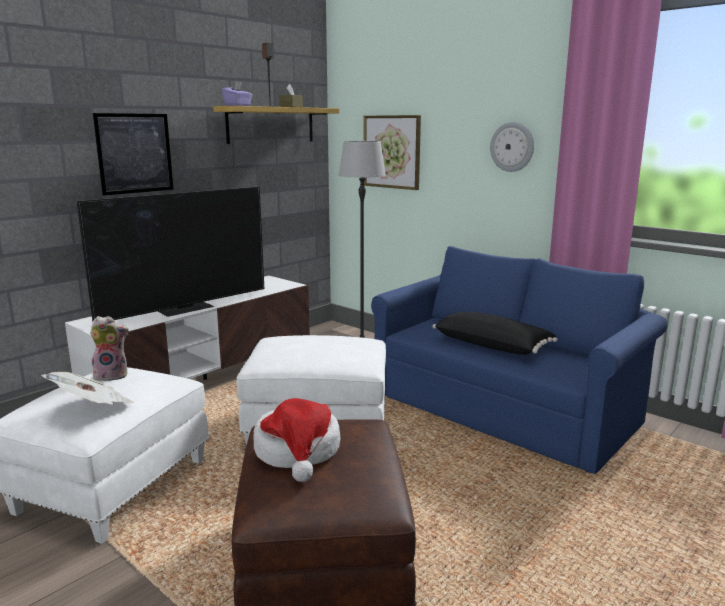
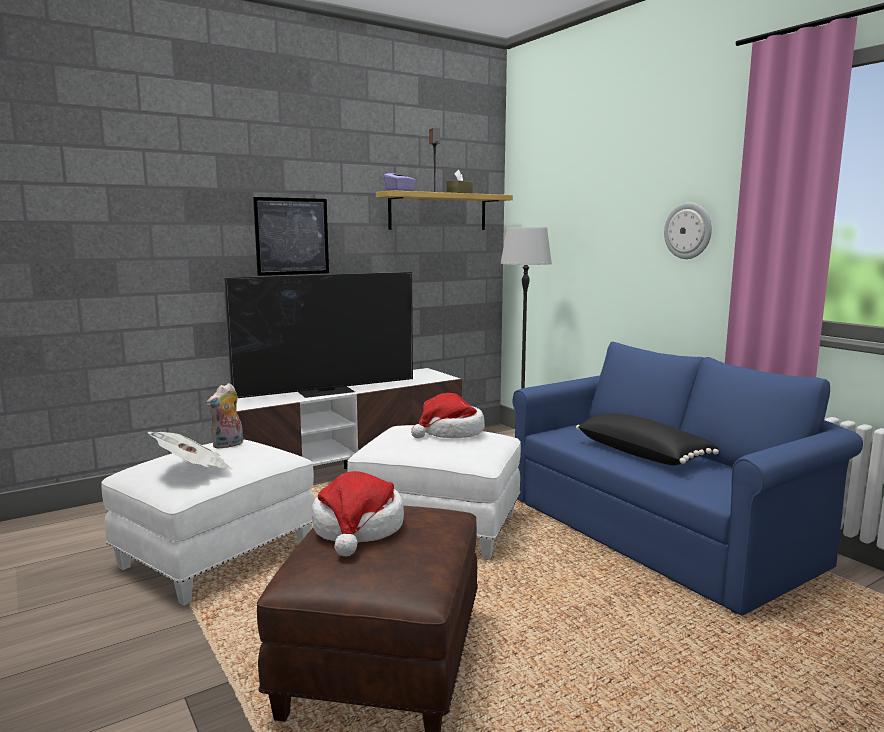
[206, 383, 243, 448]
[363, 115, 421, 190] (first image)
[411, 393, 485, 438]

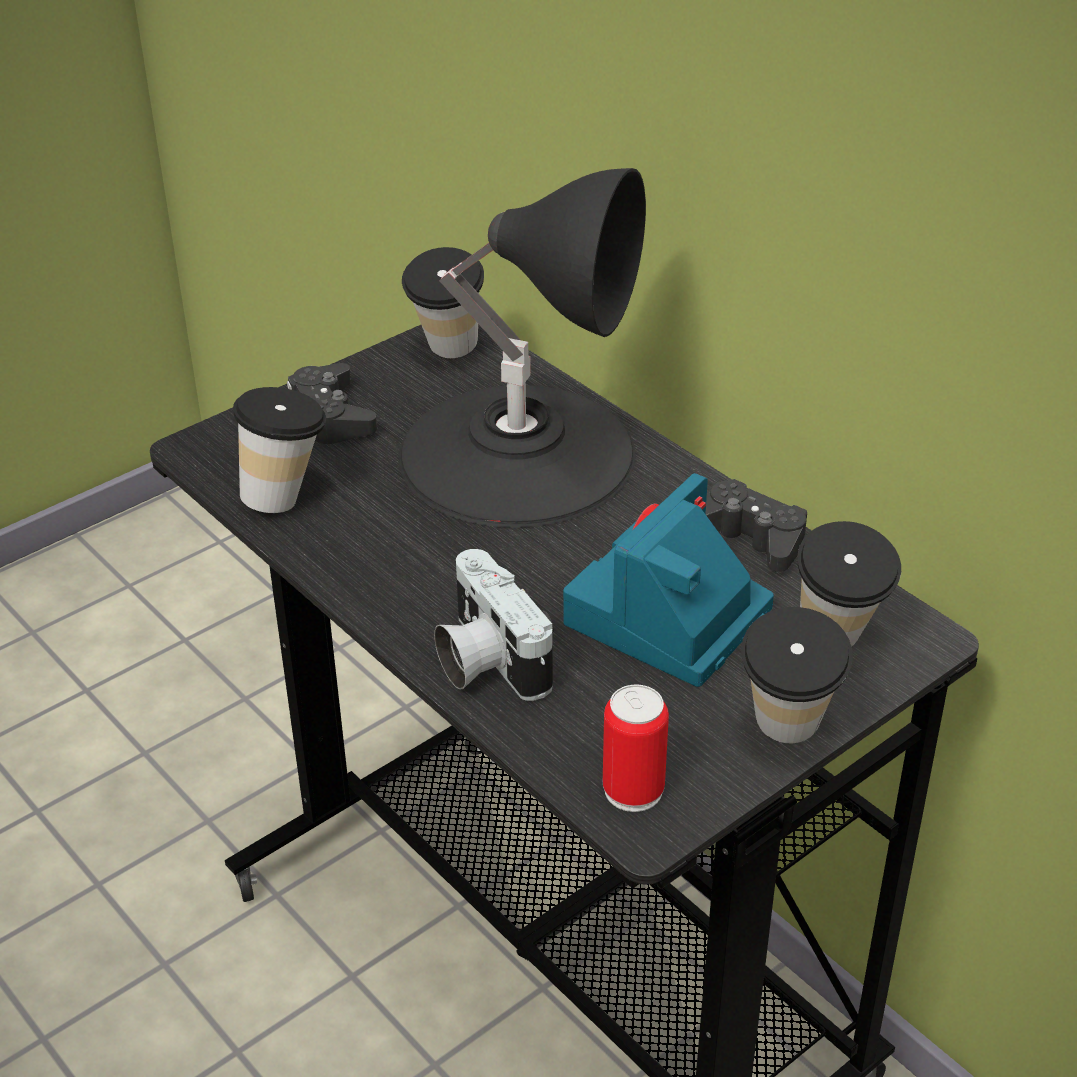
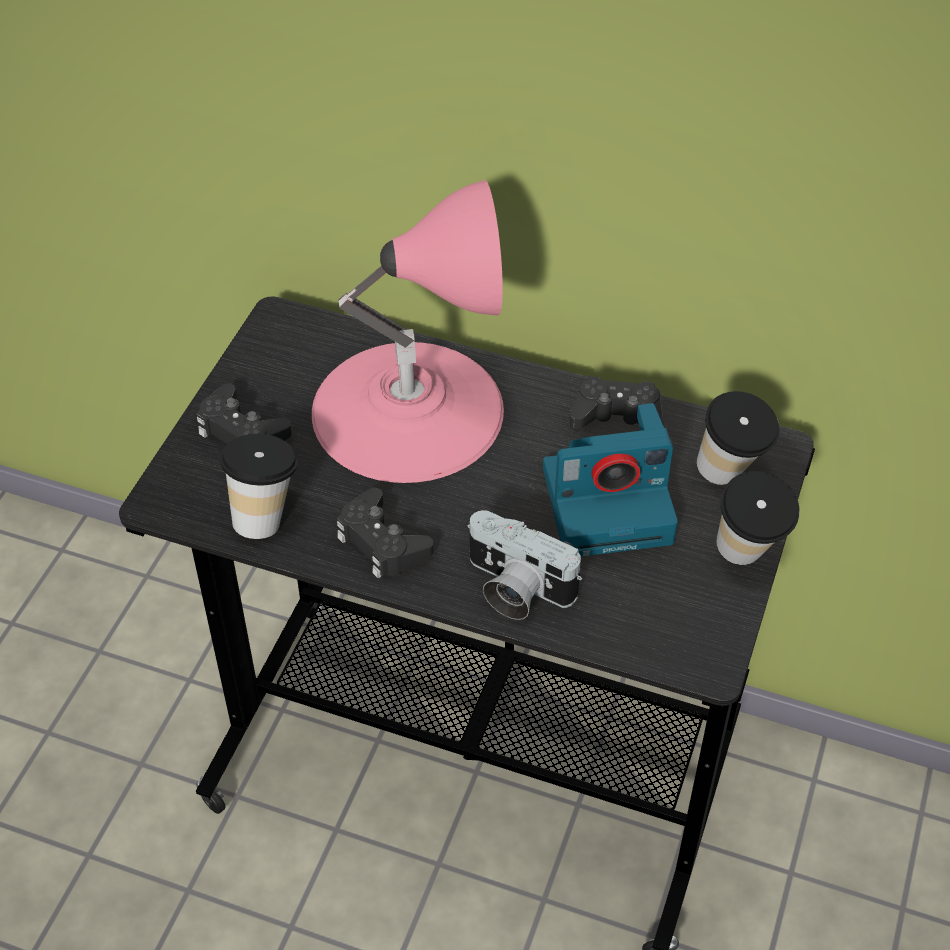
[312, 180, 504, 483]
[402, 247, 484, 358] (first image)
[543, 403, 678, 557]
[603, 685, 669, 812] (first image)
[337, 488, 434, 578]

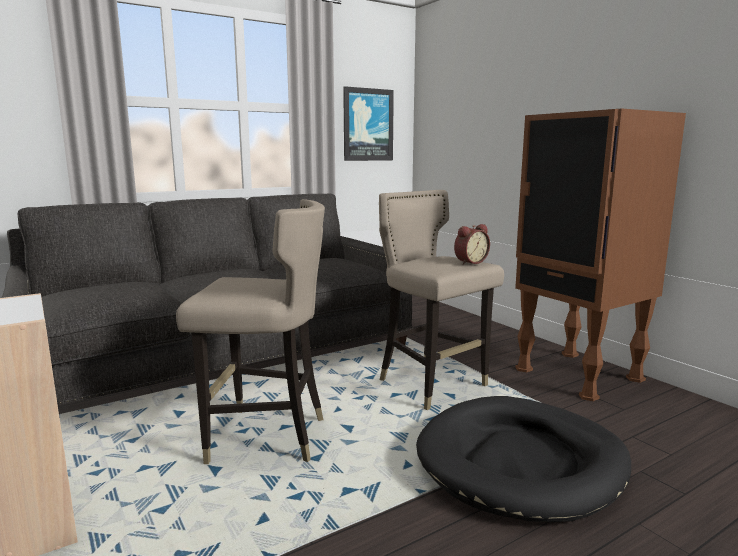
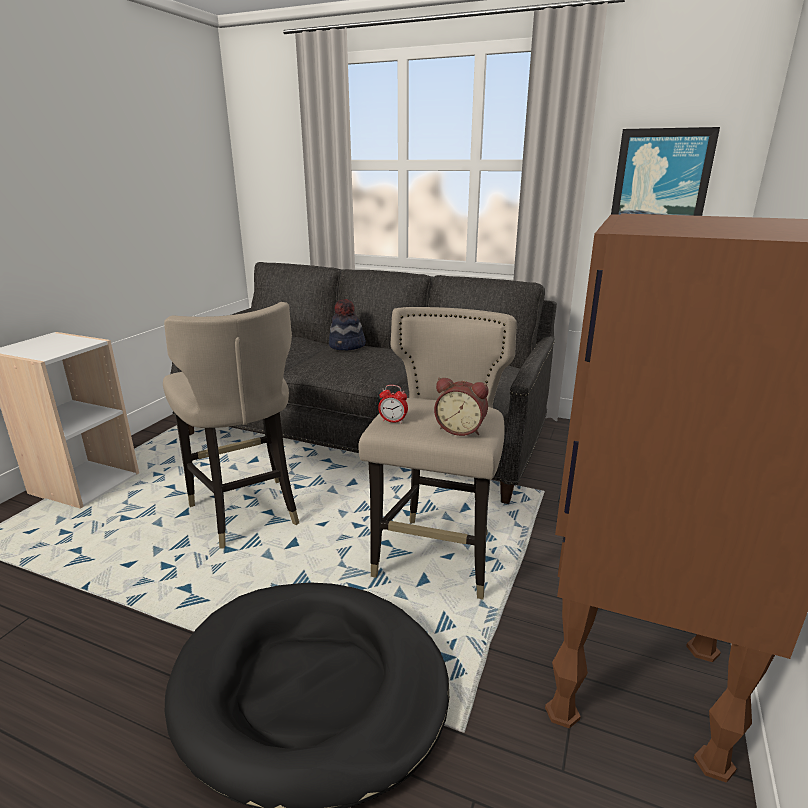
[329, 299, 366, 350]
[378, 385, 408, 424]

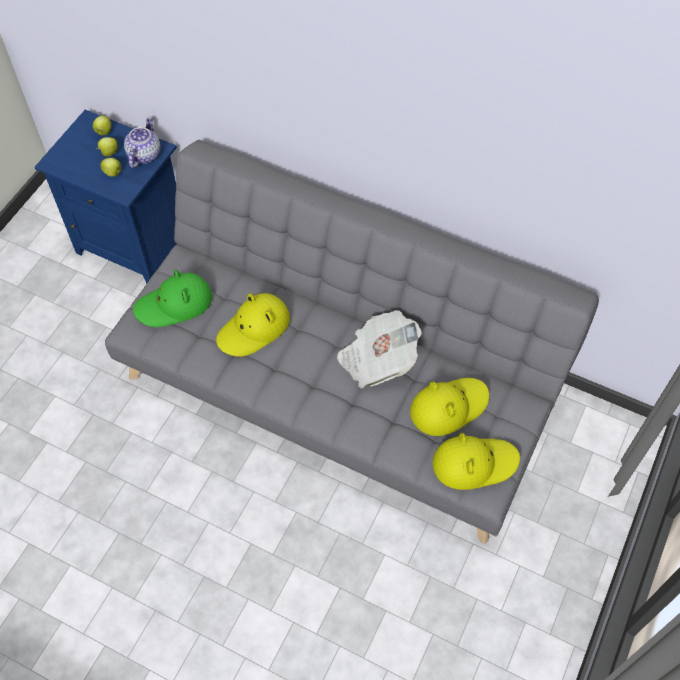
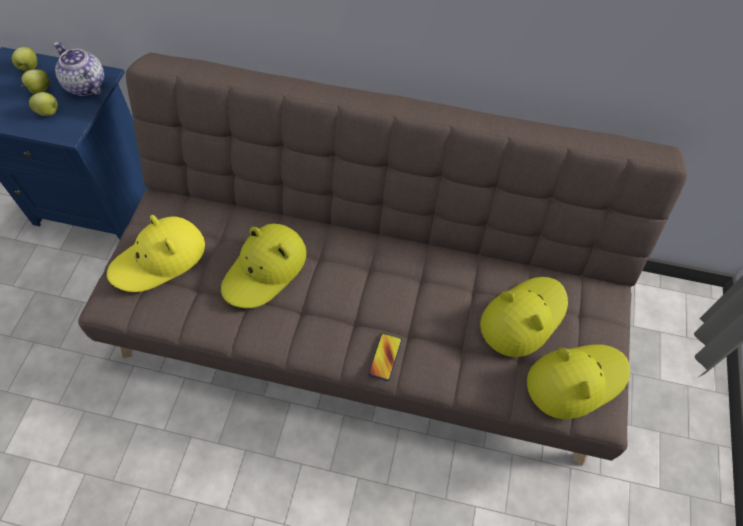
[78, 53, 687, 465]
[54, 42, 104, 96]
[107, 215, 205, 292]
[337, 310, 422, 389] (first image)
[368, 333, 402, 381]

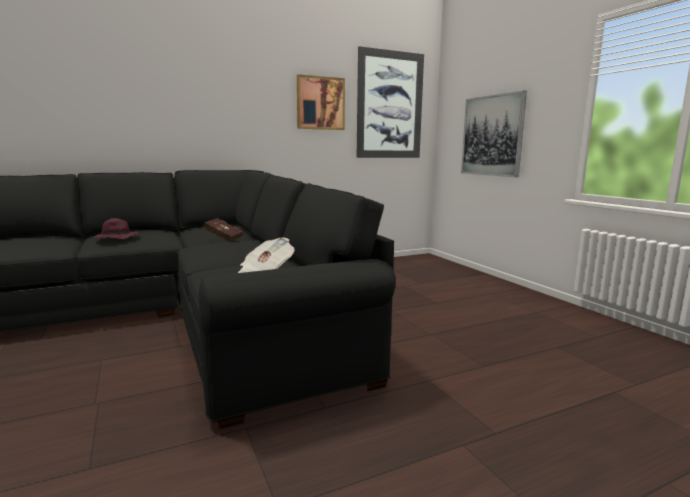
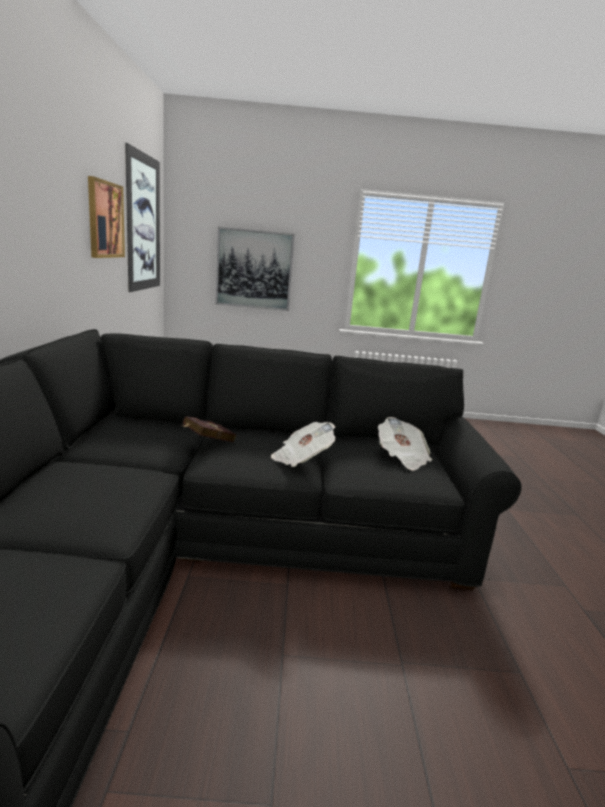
[93, 218, 139, 239] (first image)
[271, 422, 336, 467]

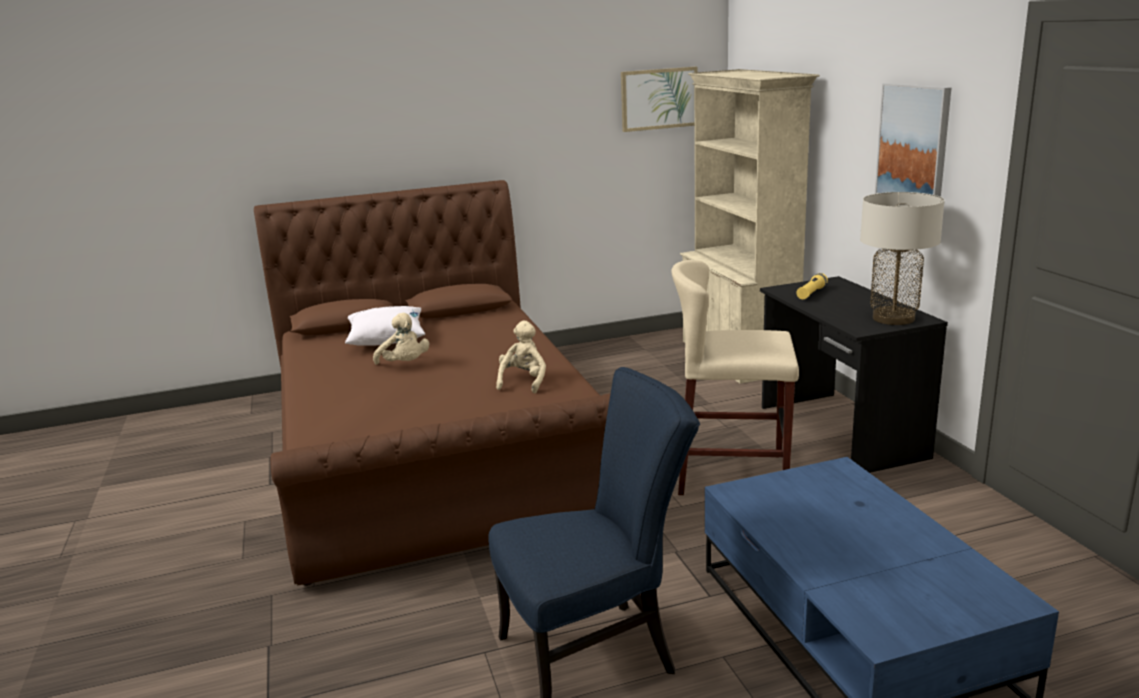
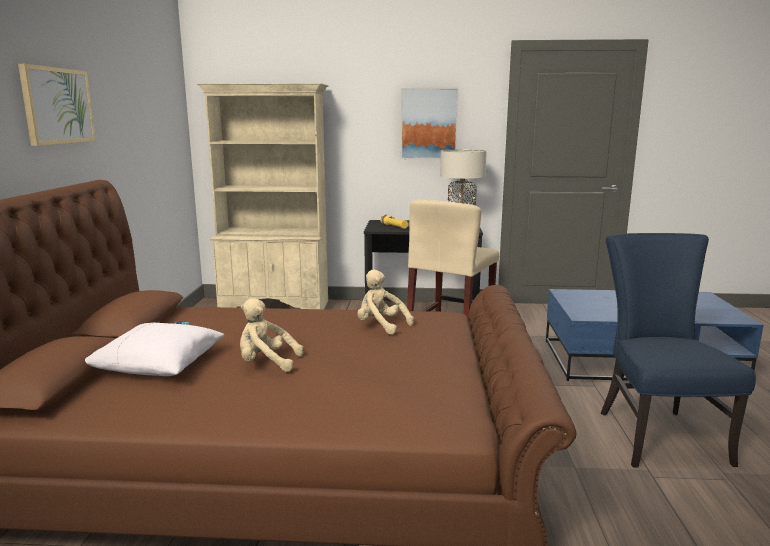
[240, 298, 304, 372]
[18, 64, 96, 146]

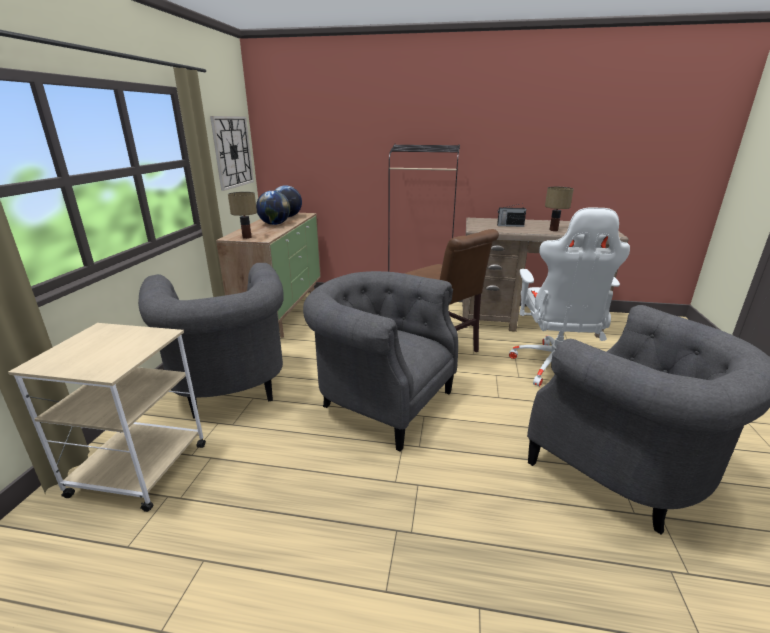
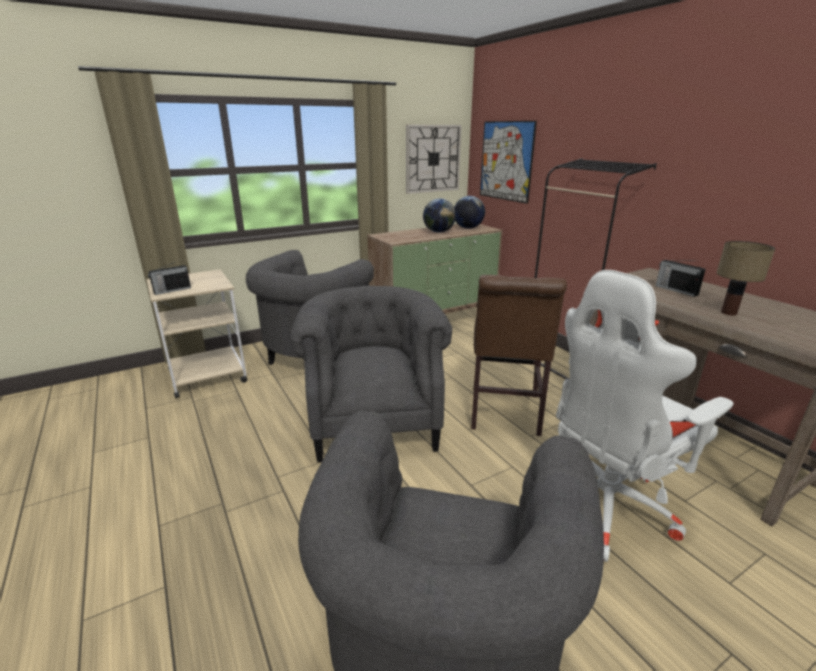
[228, 192, 257, 239] (first image)
[148, 260, 191, 295]
[480, 121, 537, 204]

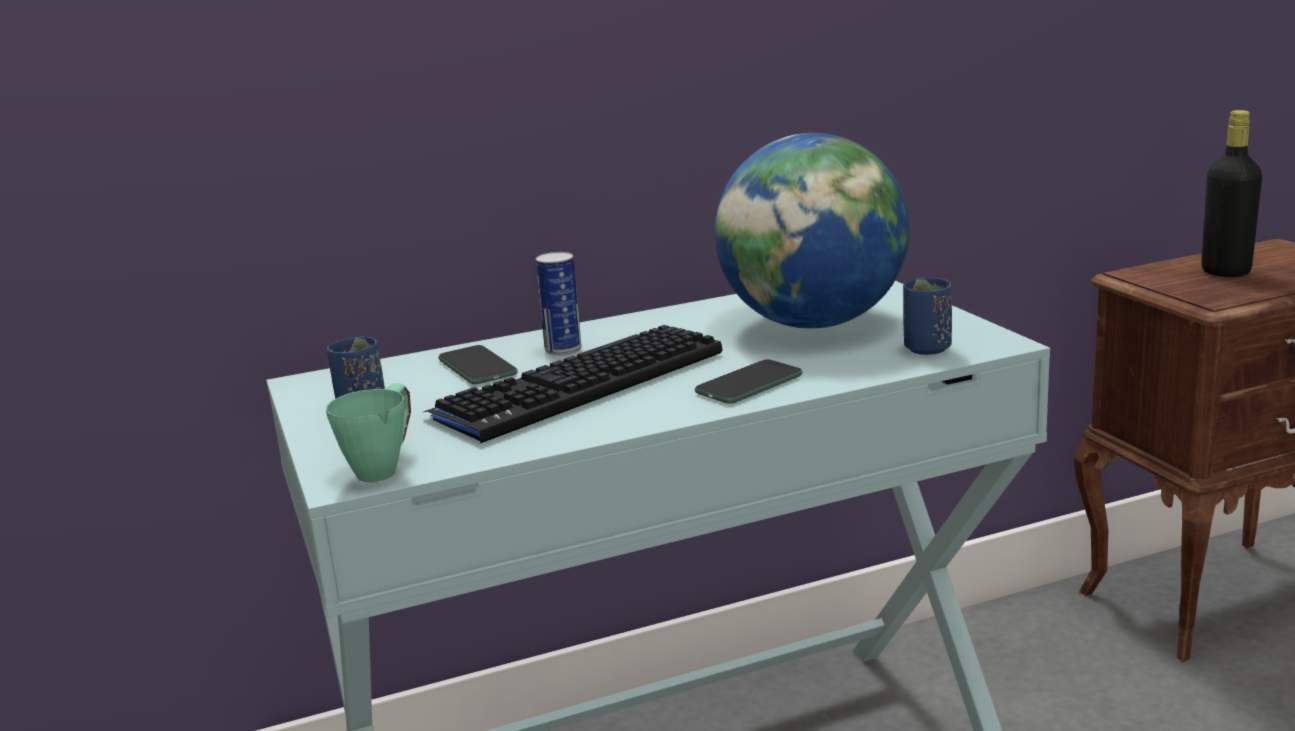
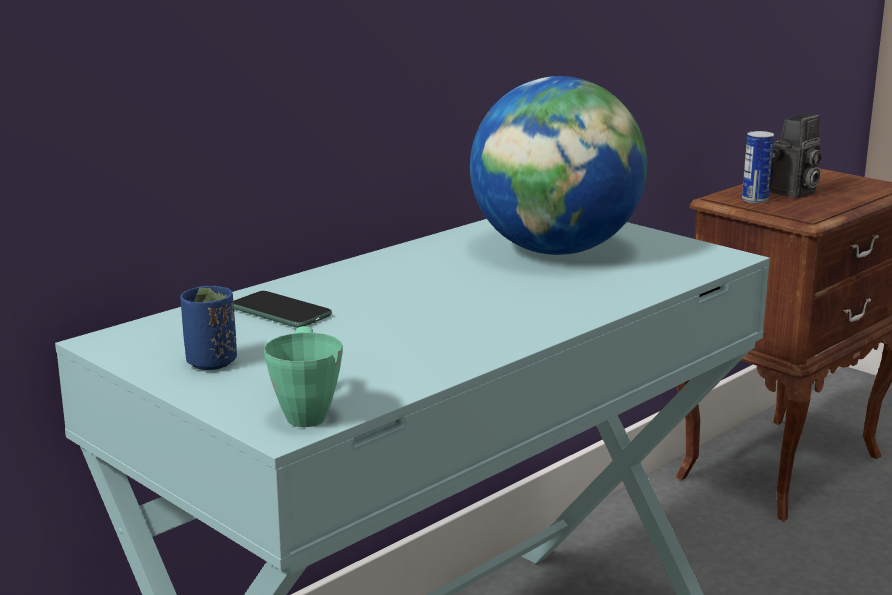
[424, 325, 723, 443] (first image)
[742, 131, 774, 204]
[695, 360, 803, 404] (first image)
[903, 278, 952, 355] (first image)
[769, 114, 822, 198]

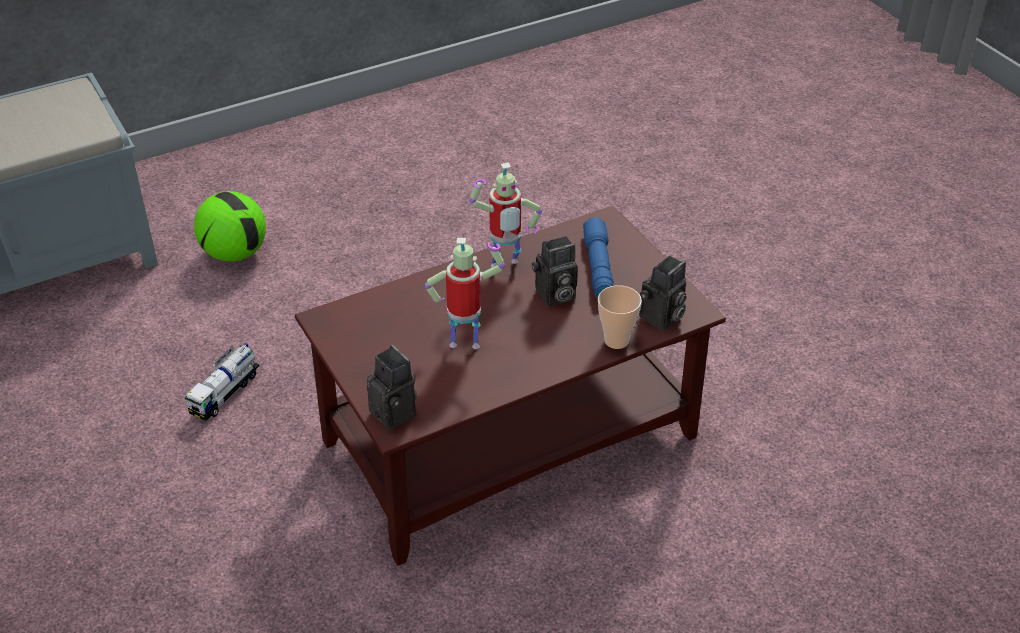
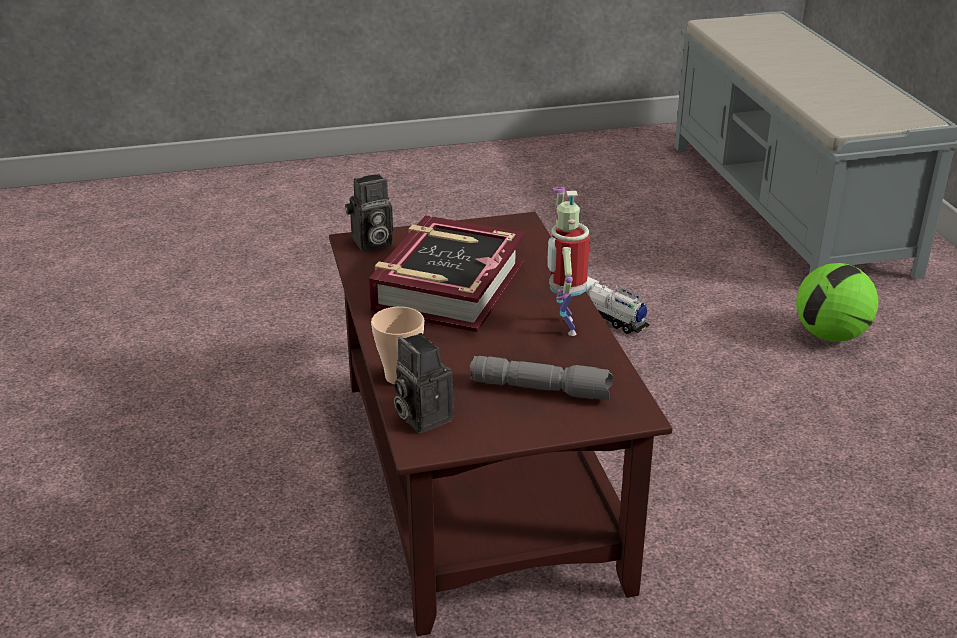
[369, 215, 525, 332]
[532, 236, 578, 307] (first image)
[470, 356, 613, 400]

